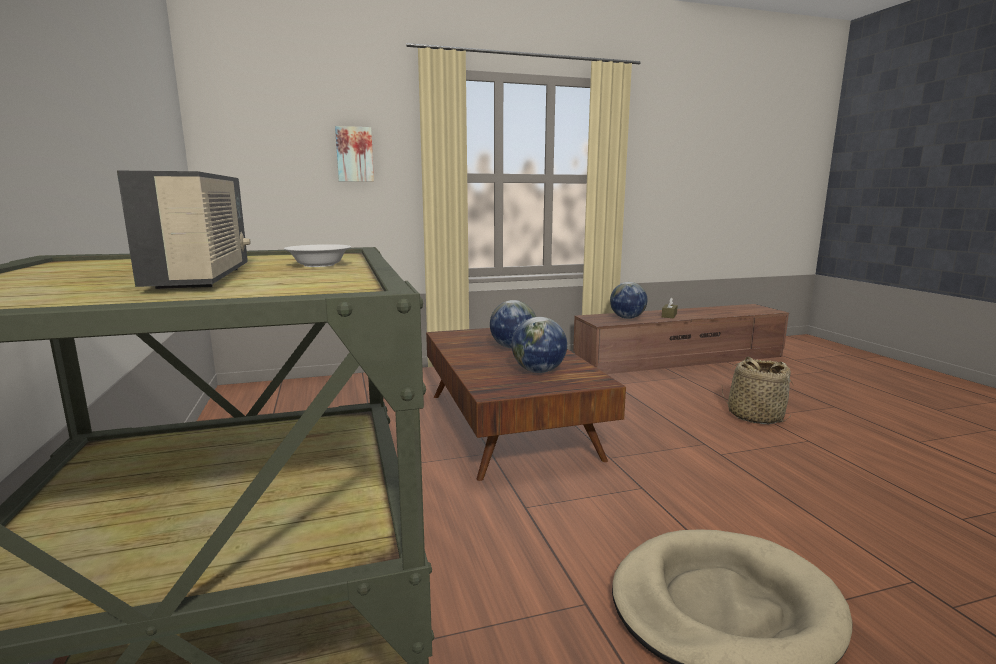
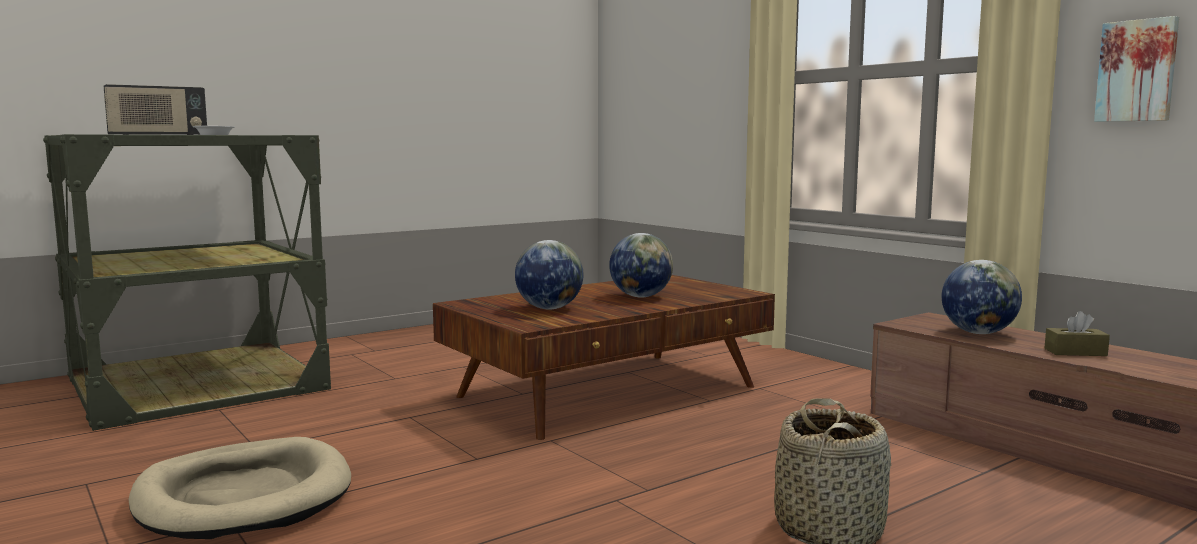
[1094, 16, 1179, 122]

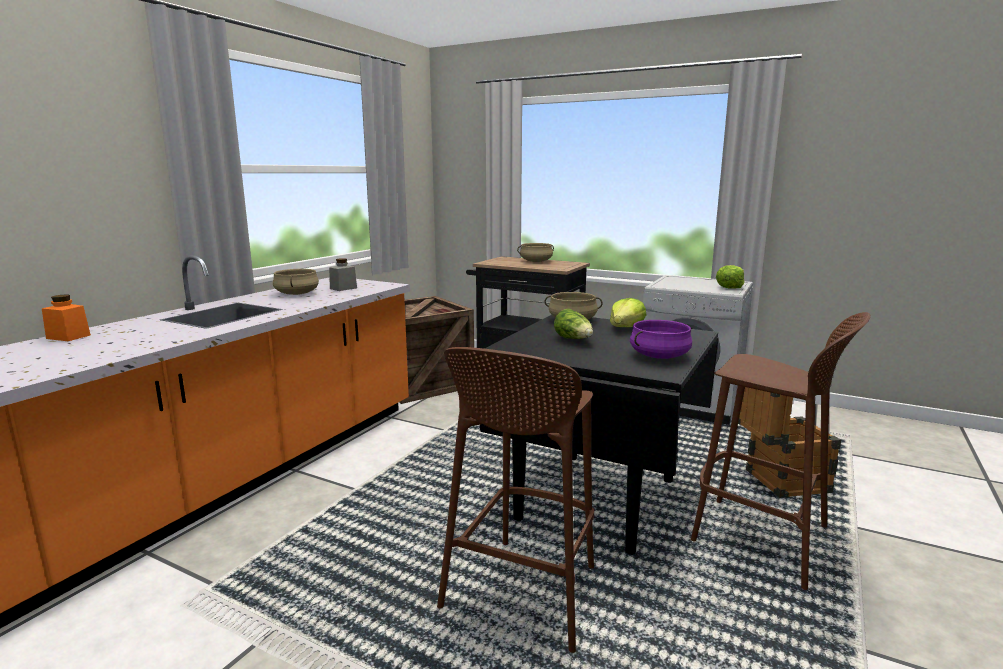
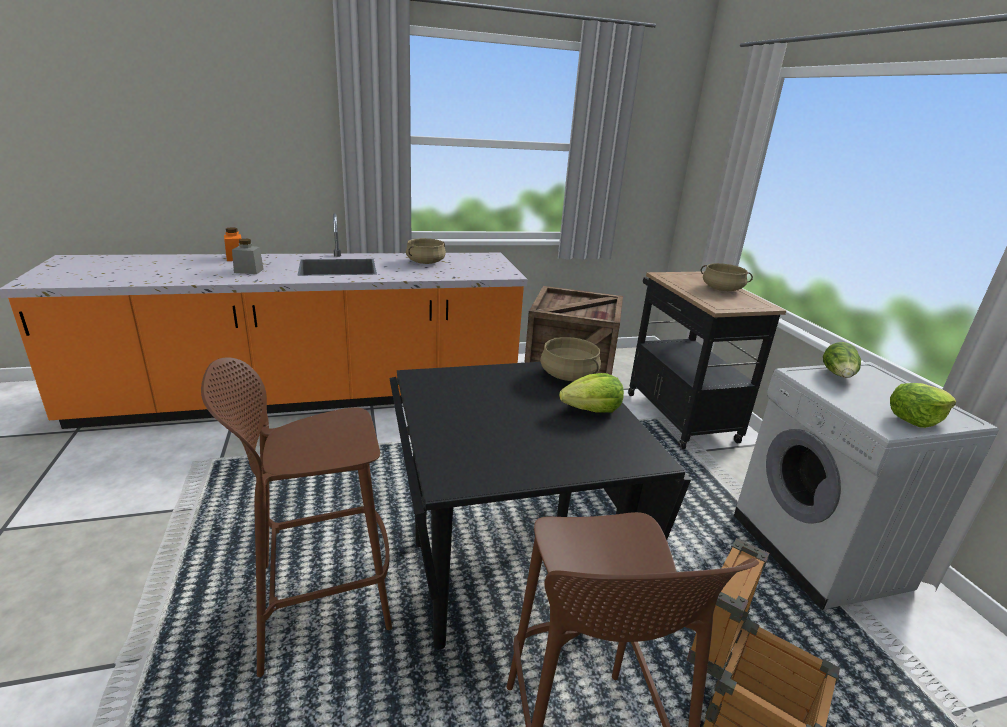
[232, 239, 264, 274]
[823, 342, 861, 378]
[630, 320, 692, 359] (first image)

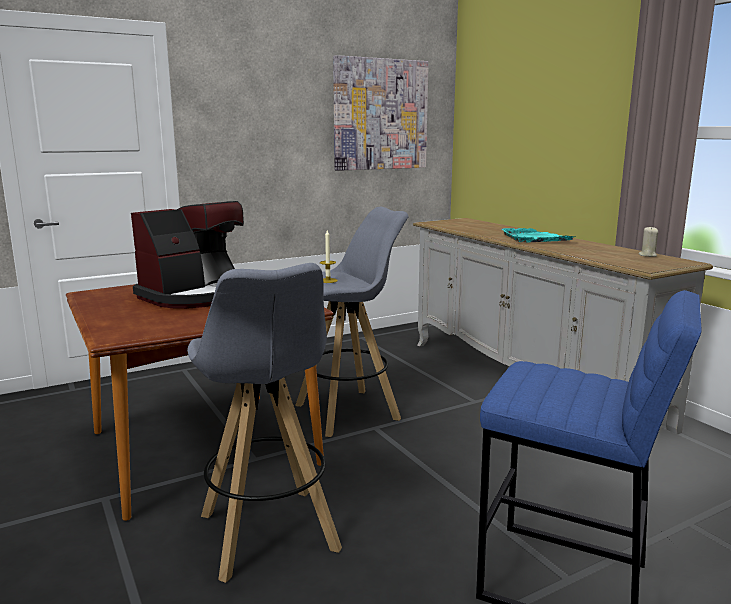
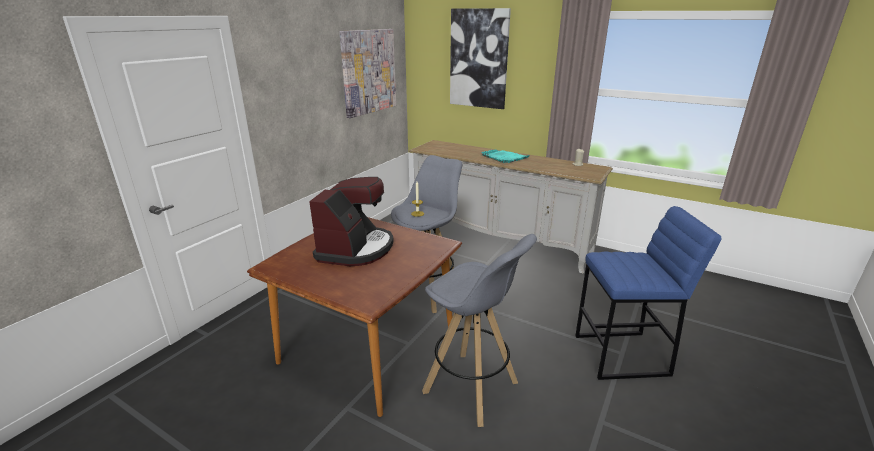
[450, 8, 511, 109]

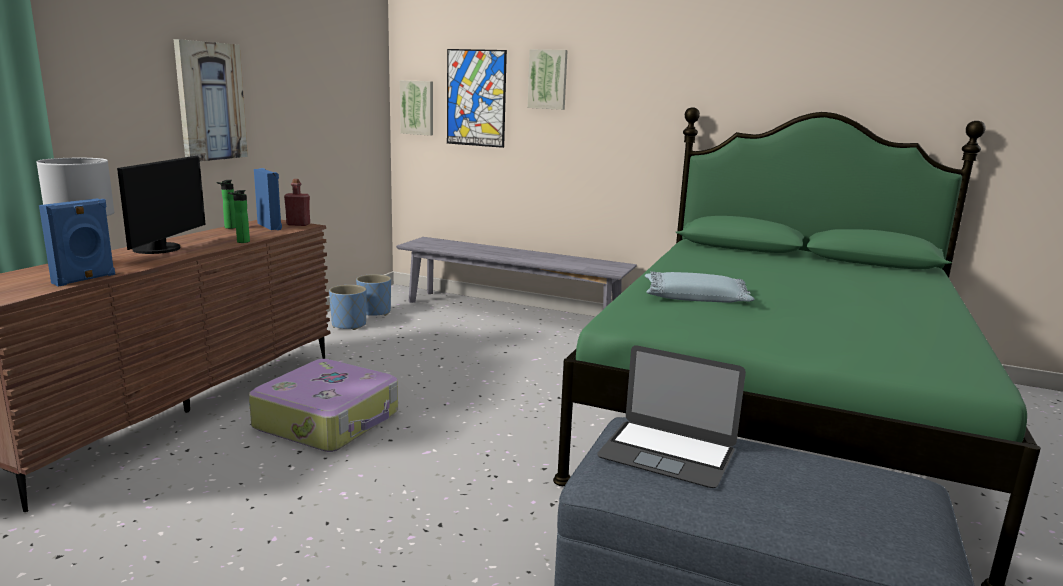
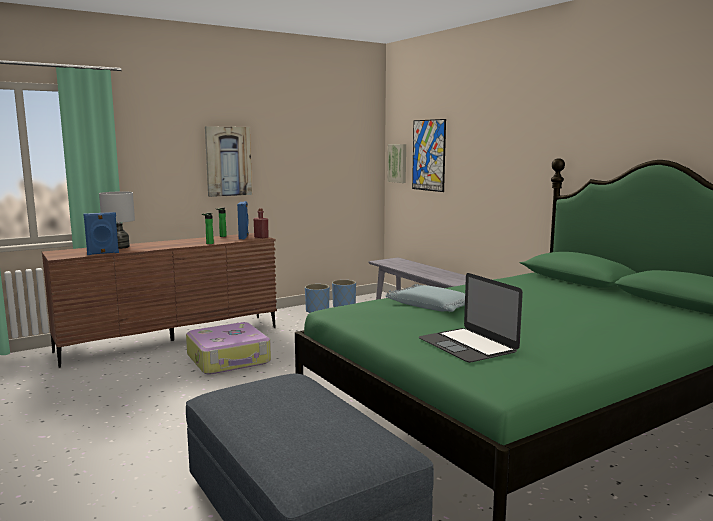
[117, 156, 206, 254] (first image)
[528, 49, 568, 110] (first image)
[419, 273, 523, 363]

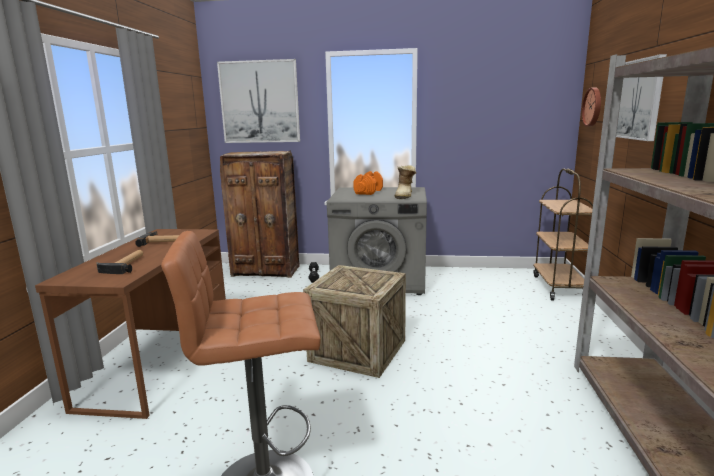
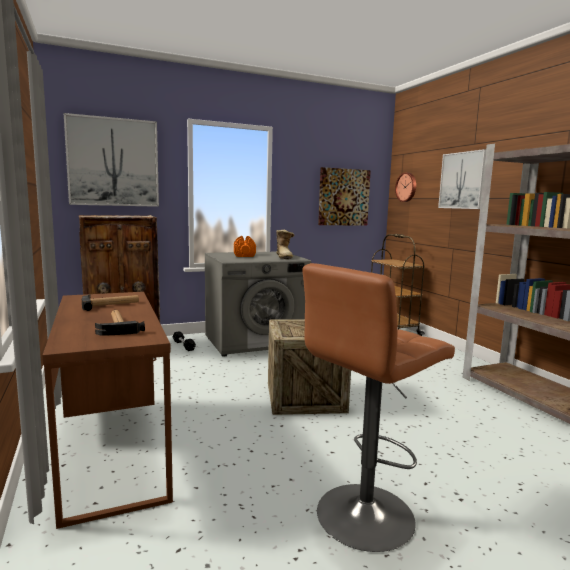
[318, 167, 371, 226]

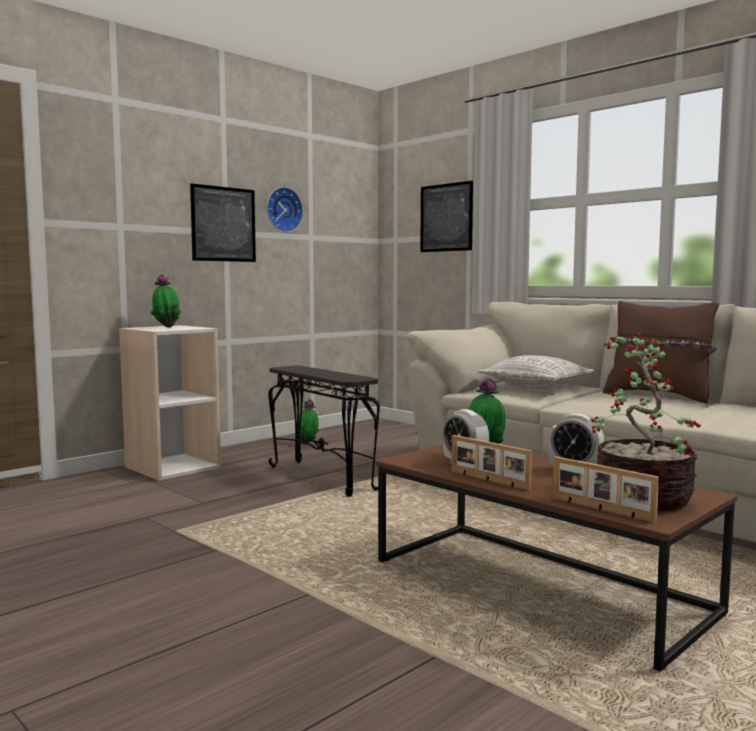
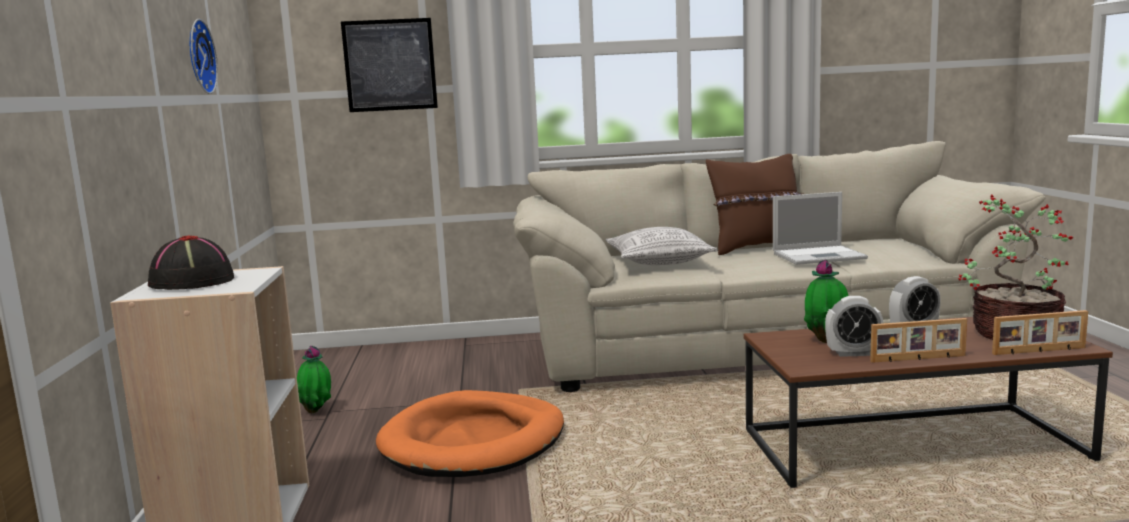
[148, 236, 234, 290]
[190, 183, 256, 262] (first image)
[376, 390, 564, 477]
[773, 192, 868, 265]

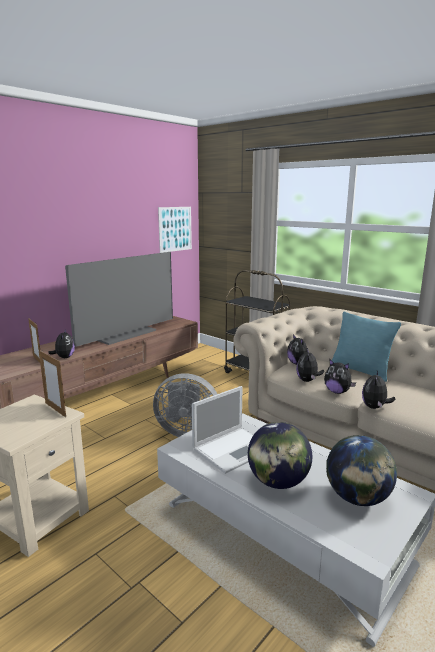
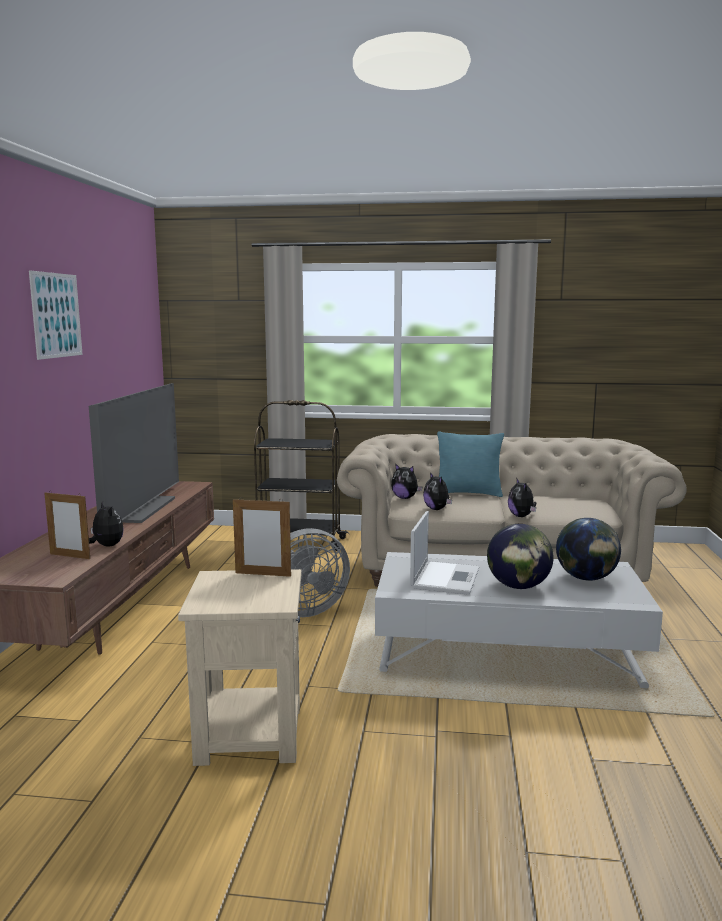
[29, 270, 83, 360]
[324, 359, 356, 394] (first image)

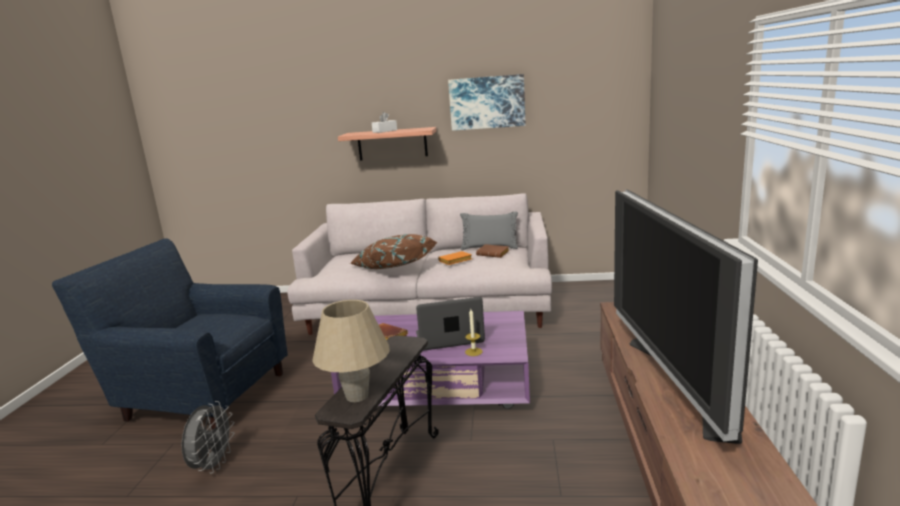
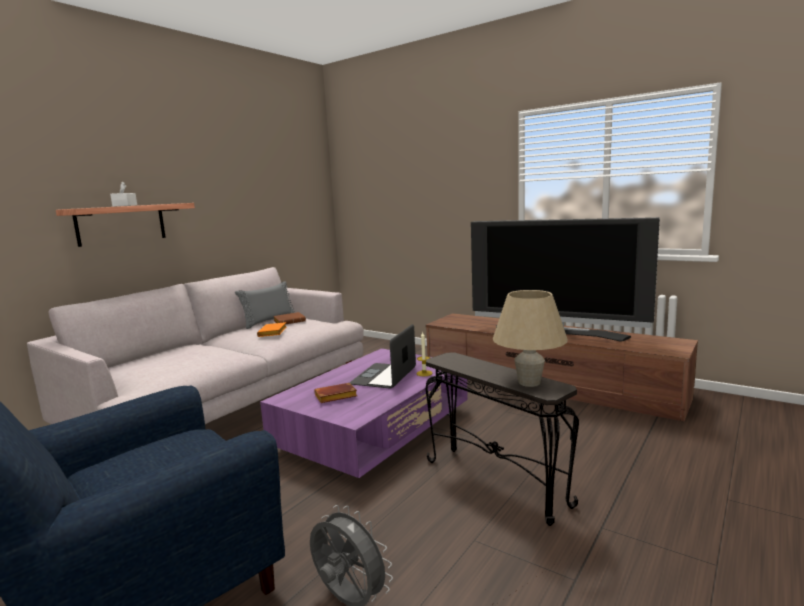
[350, 234, 438, 269] (first image)
[448, 74, 525, 131] (first image)

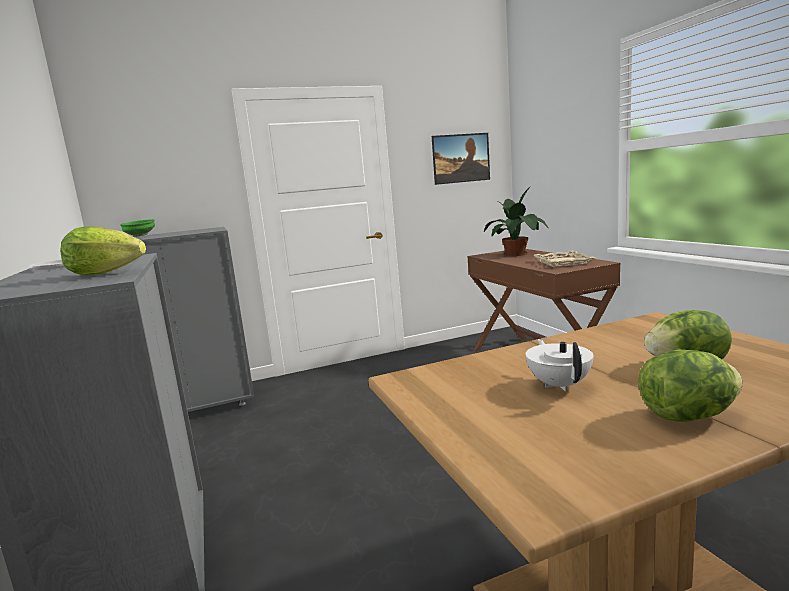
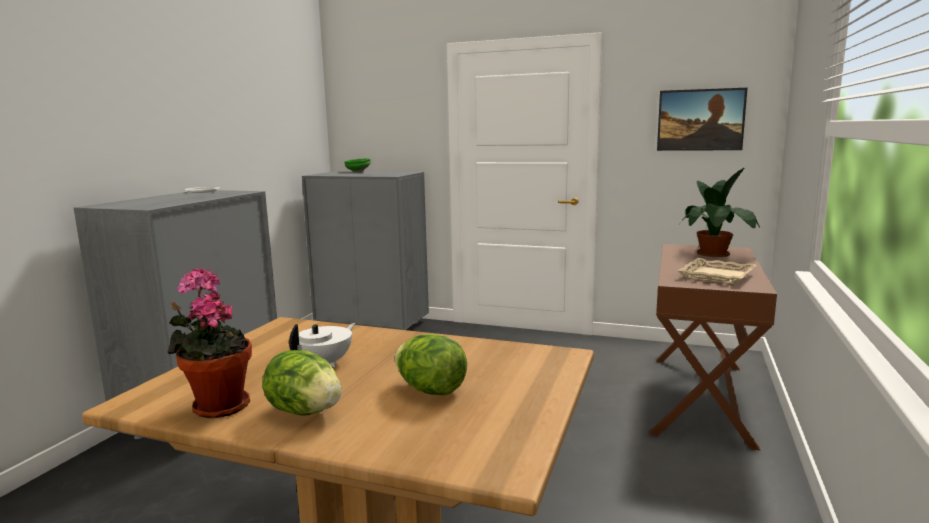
[60, 227, 146, 275] (first image)
[167, 268, 252, 418]

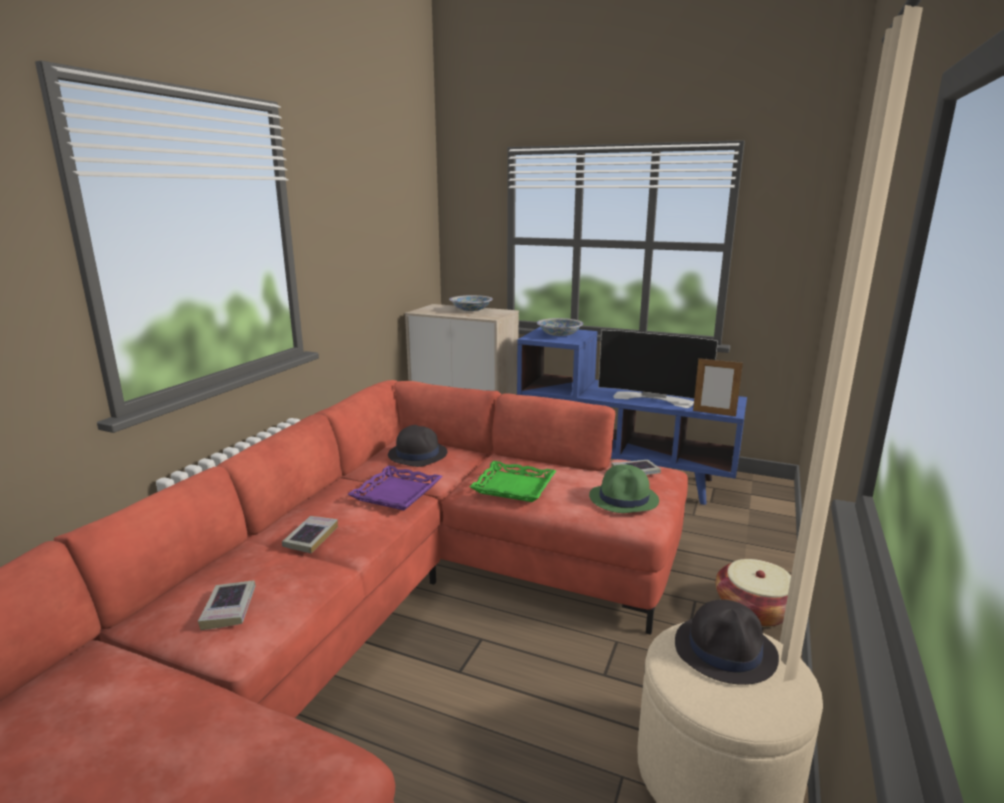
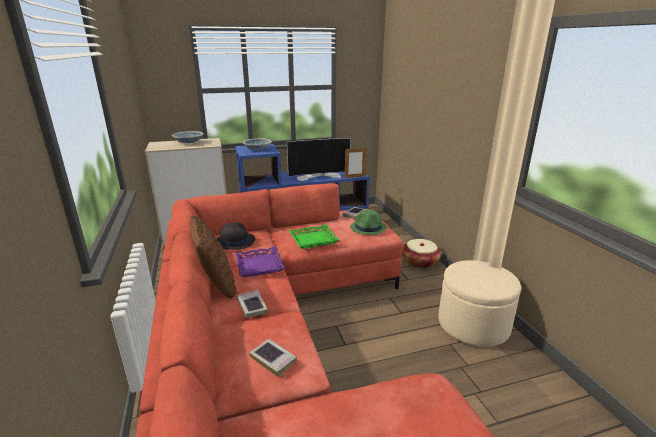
[675, 599, 779, 685] (first image)
[190, 216, 236, 299]

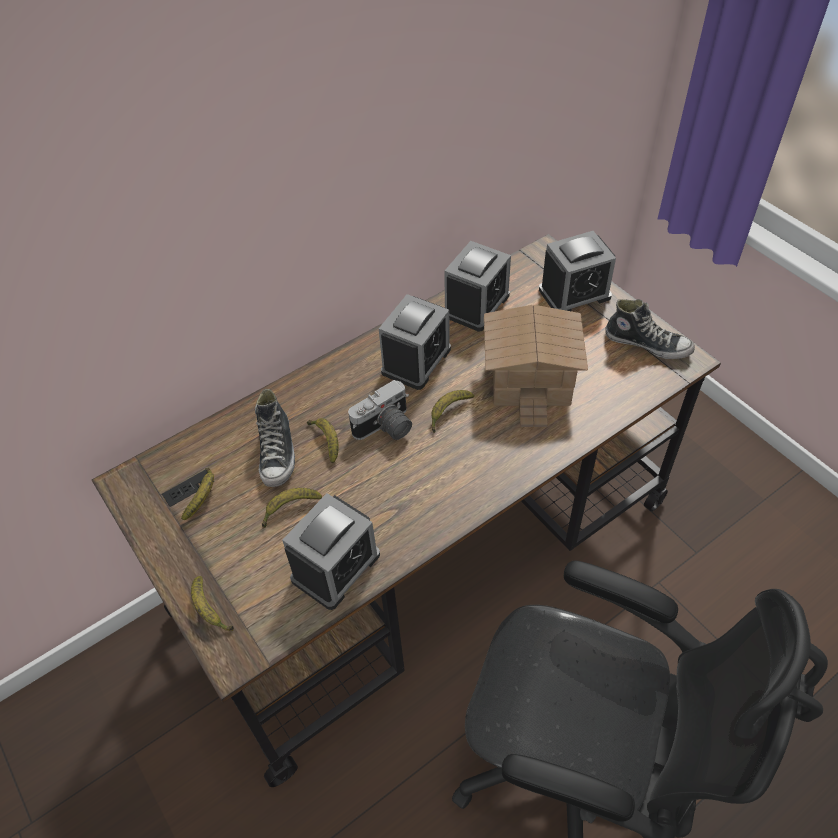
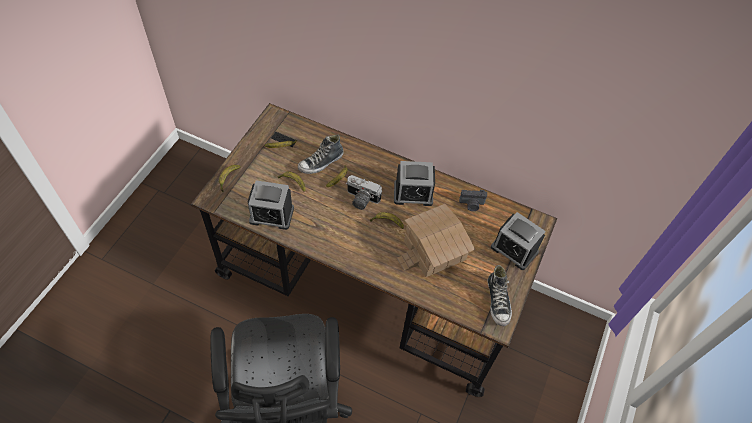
[459, 190, 487, 211]

